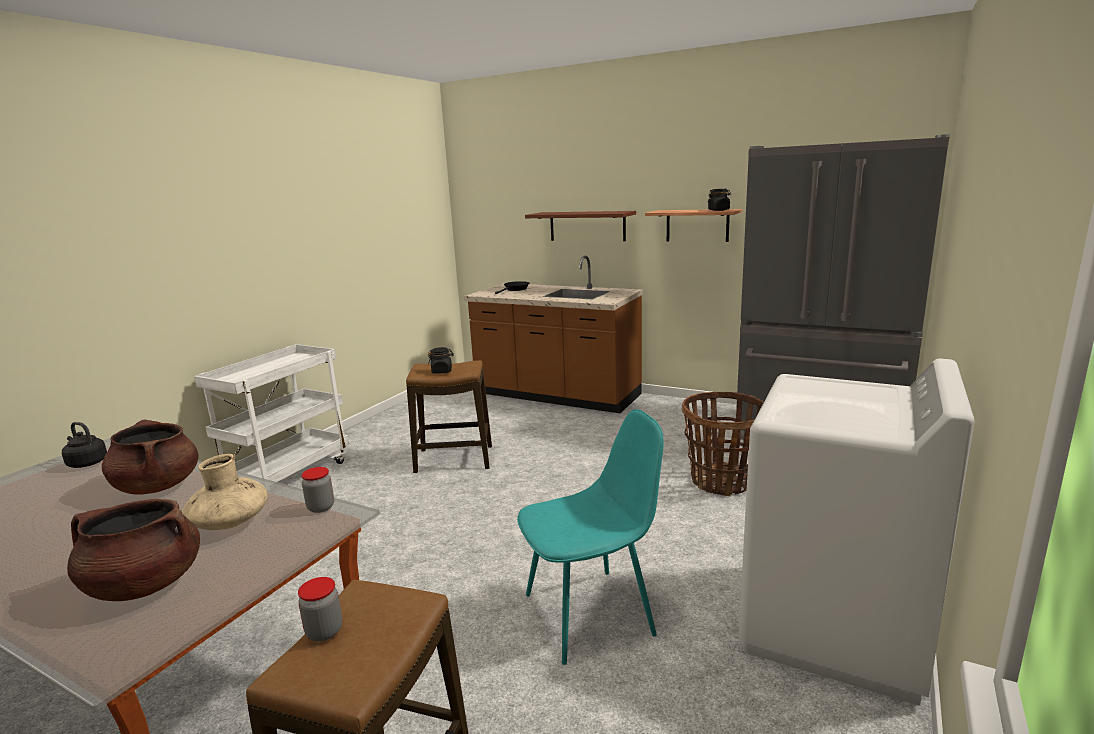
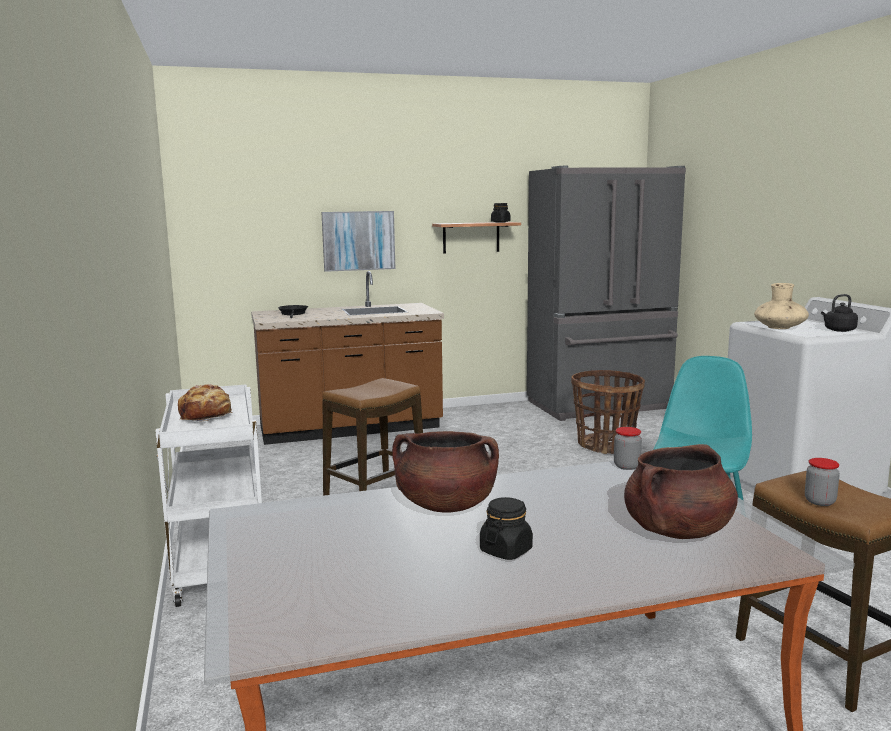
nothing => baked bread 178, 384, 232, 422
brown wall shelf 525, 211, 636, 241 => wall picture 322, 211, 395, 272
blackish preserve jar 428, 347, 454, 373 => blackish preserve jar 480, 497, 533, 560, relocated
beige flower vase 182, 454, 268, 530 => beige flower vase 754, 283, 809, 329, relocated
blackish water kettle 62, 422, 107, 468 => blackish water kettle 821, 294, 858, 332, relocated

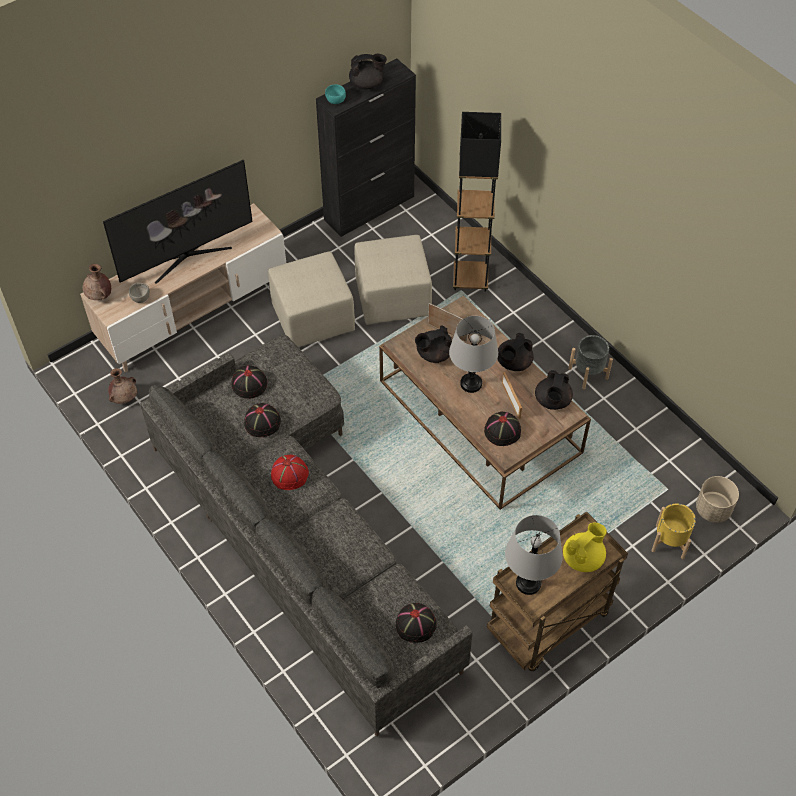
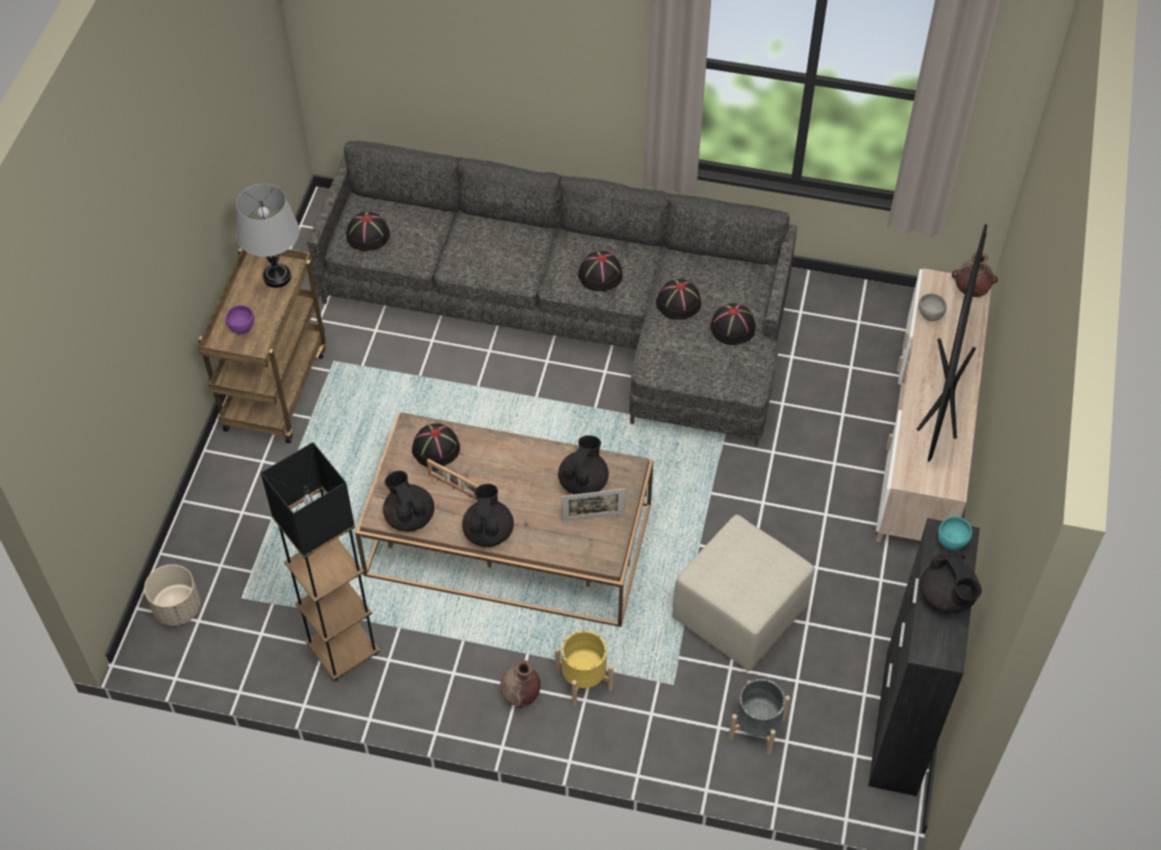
yellow-coloured teapot 563, 523, 607, 572 => purple-coloured bowl 226, 305, 254, 334
blackish standard lamp 453, 112, 501, 292 => blackish standard lamp 261, 442, 380, 681, relocated
brown flower vase 108, 368, 137, 404 => brown flower vase 500, 660, 541, 708, relocated
yellow-coloured plant pot 651, 503, 696, 559 => yellow-coloured plant pot 555, 630, 613, 706, relocated
red wearable hat 271, 454, 309, 490 => blackish wearable hat 578, 251, 623, 291
greyish plant pot 568, 335, 613, 389 => greyish plant pot 729, 679, 790, 755, relocated
blackish teapot 349, 54, 387, 90 => blackish teapot 920, 551, 982, 613, 60 degrees counterclockwise
beige ottoman 268, 252, 355, 347 => nothing
greyish table lamp 449, 316, 498, 393 => nothing

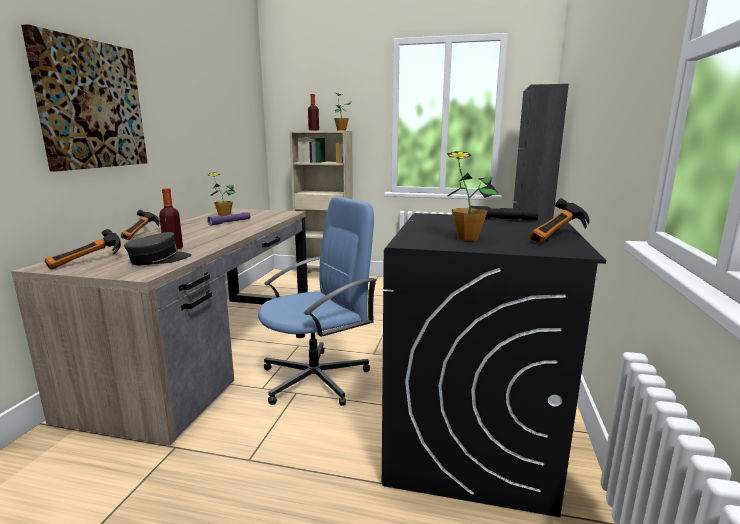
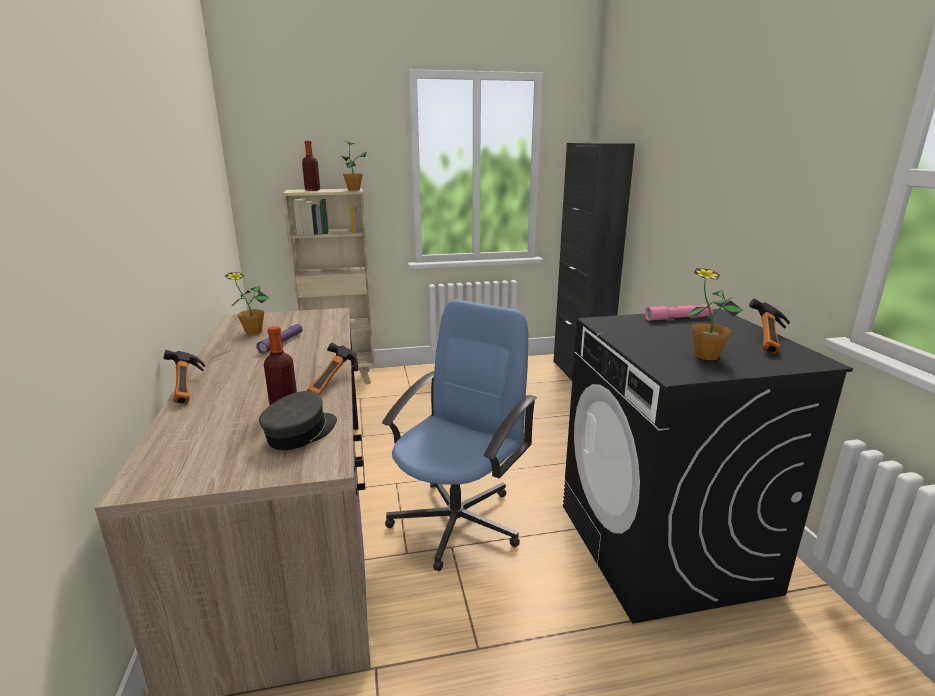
tool hammer 45, 229, 121, 270 => tool hammer 307, 342, 358, 395, relocated
blackish torch 471, 206, 539, 220 => pink torch 645, 304, 713, 321
wall picture 21, 24, 148, 171 => nothing

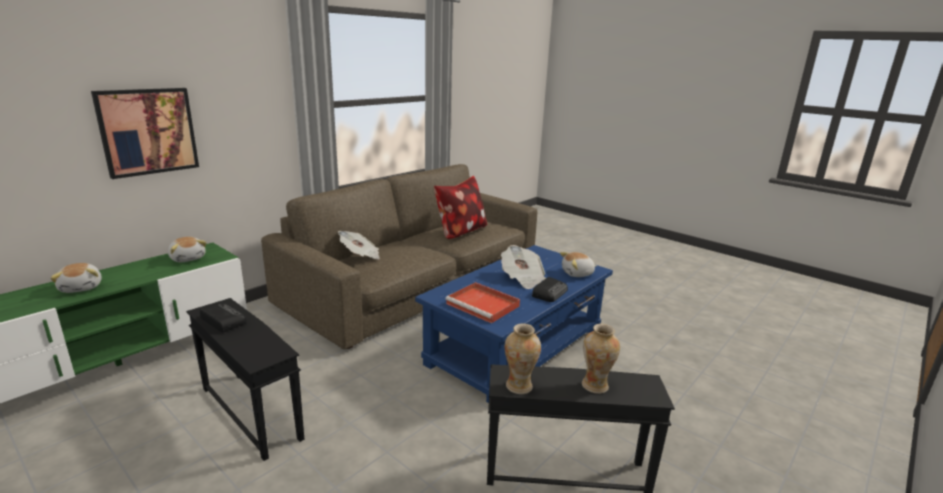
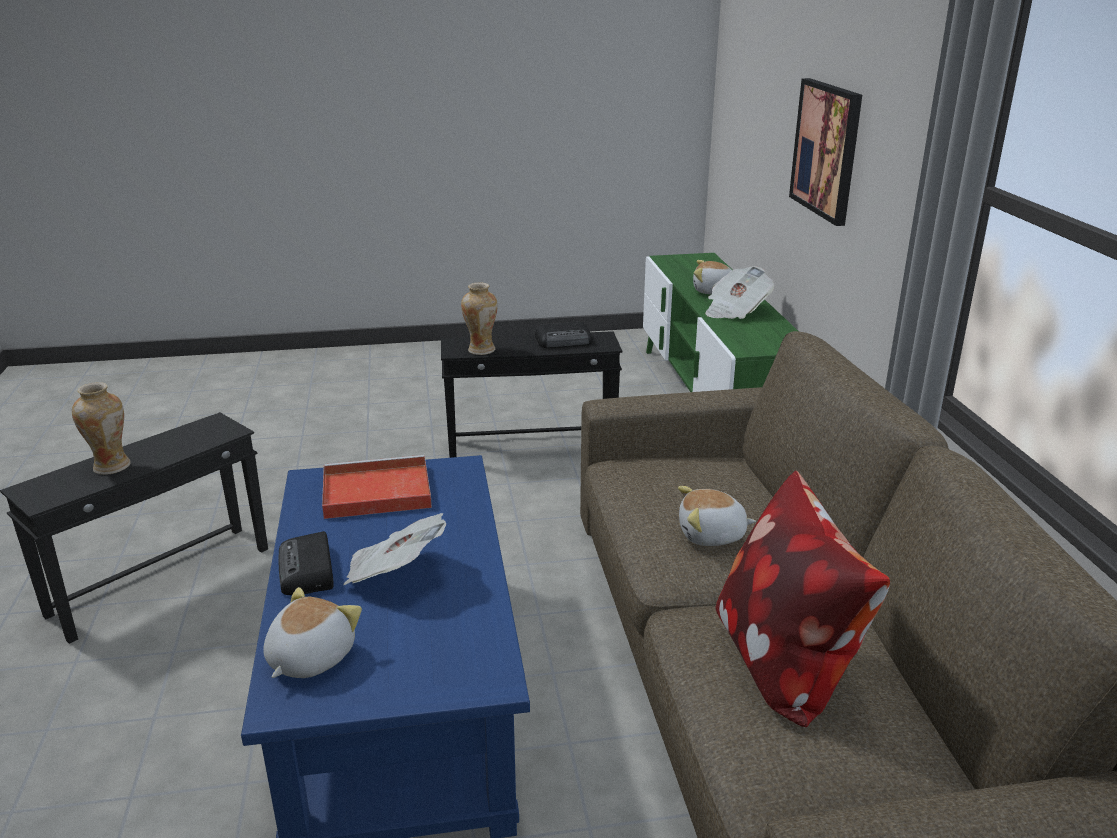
flower vase 505, 324, 541, 394 => flower vase 461, 282, 498, 355, relocated
soft toy 168, 237, 207, 262 => soft toy 678, 486, 756, 546, relocated
daily paper 338, 231, 380, 260 => daily paper 705, 266, 774, 319, relocated

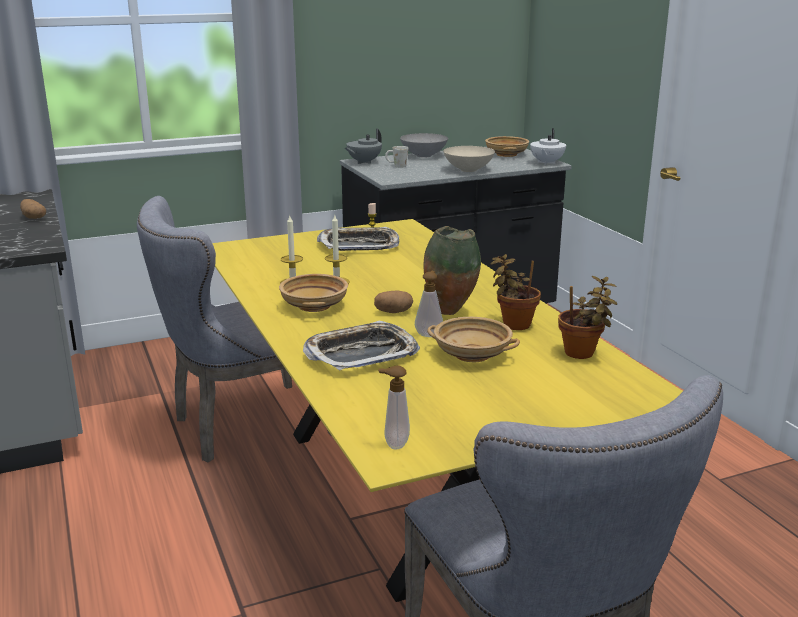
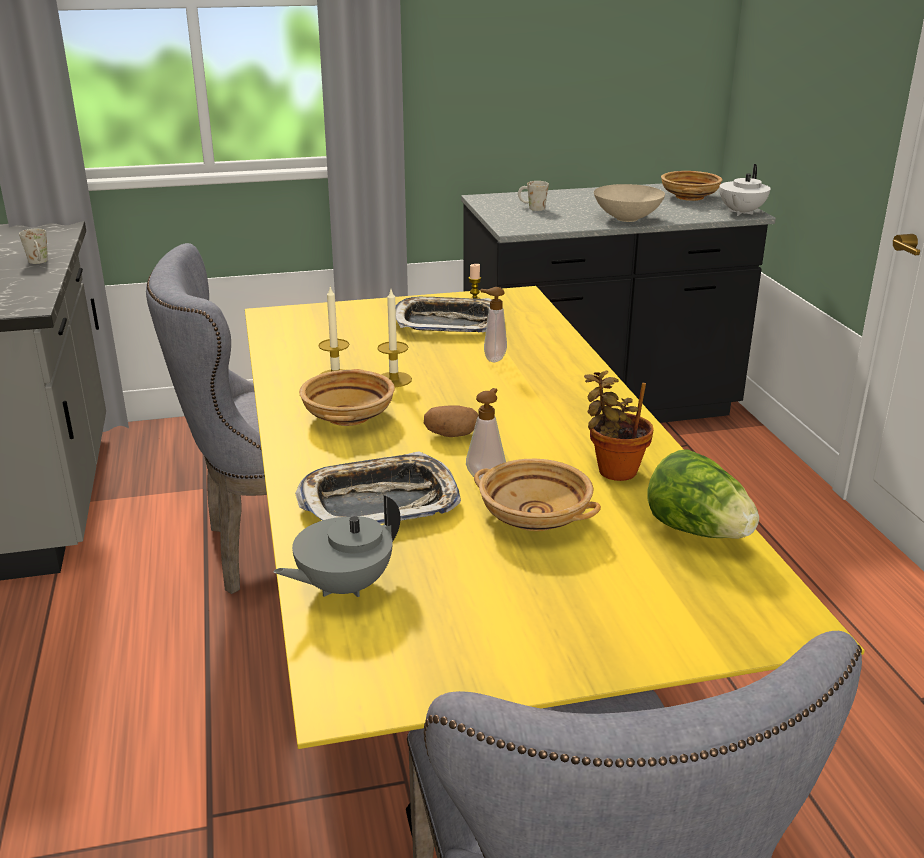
whole potato 20, 199, 46, 219 => whitish mug 19, 228, 48, 264
greyish teapot 345, 128, 382, 164 => greyish teapot 274, 495, 400, 597, relocated
liquid soap bottle 378, 365, 410, 450 => liquid soap bottle 480, 287, 507, 362, relocated
potted plant 558, 276, 617, 359 => head of lettuce 647, 449, 759, 539
greyish bowl 400, 133, 448, 158 => nothing
flower vase 424, 226, 481, 315 => nothing

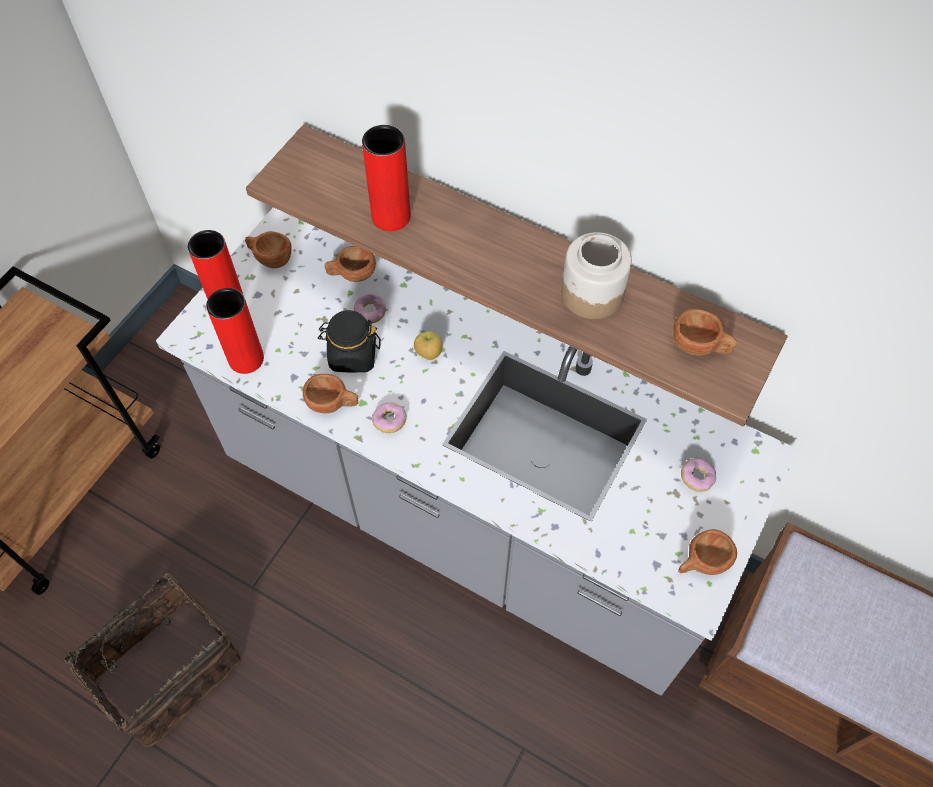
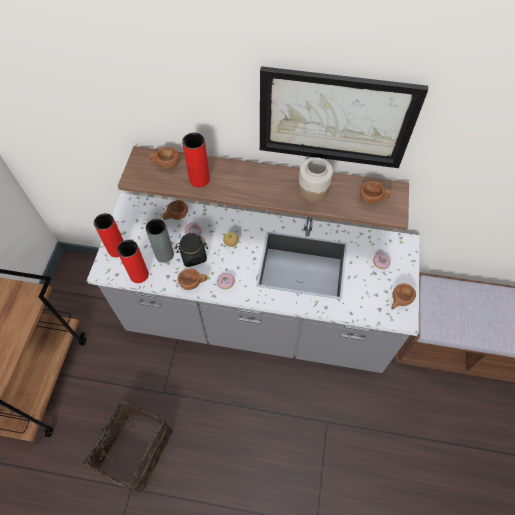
nothing => greyish flower vase 146, 219, 174, 263
brown cup 245, 231, 291, 268 => brown cup 149, 147, 179, 169, relocated
nothing => wall picture 260, 66, 428, 168

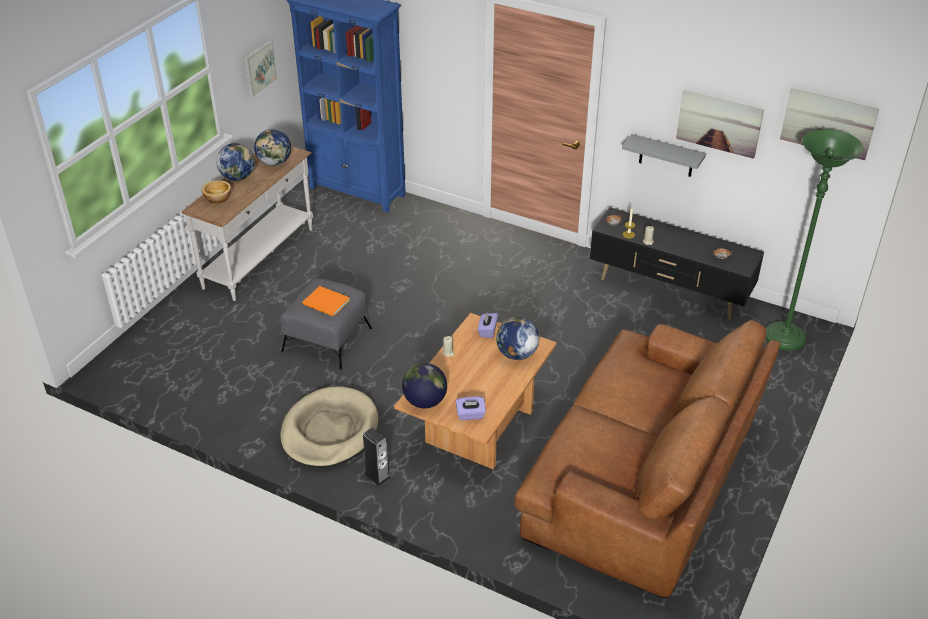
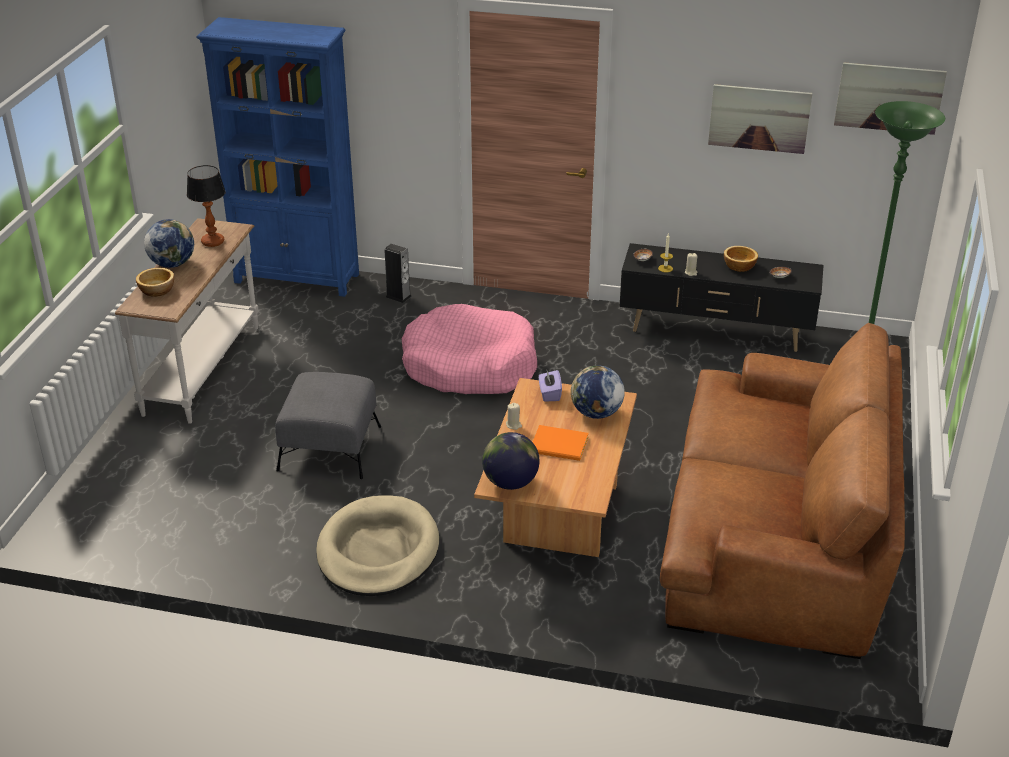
globe 254, 129, 291, 166 => table lamp 187, 165, 226, 247
loudspeaker 363, 428, 390, 486 => loudspeaker 384, 244, 412, 303, relocated
nothing => pink pet bed 402, 304, 537, 394
orange volume 302, 286, 350, 317 => orange volume 533, 425, 589, 461, relocated
nothing => bowl 724, 246, 758, 272
wall picture 243, 40, 277, 97 => nothing
purple-coloured box of tissues 456, 397, 486, 420 => nothing
greyish wall shelf 622, 134, 706, 177 => nothing

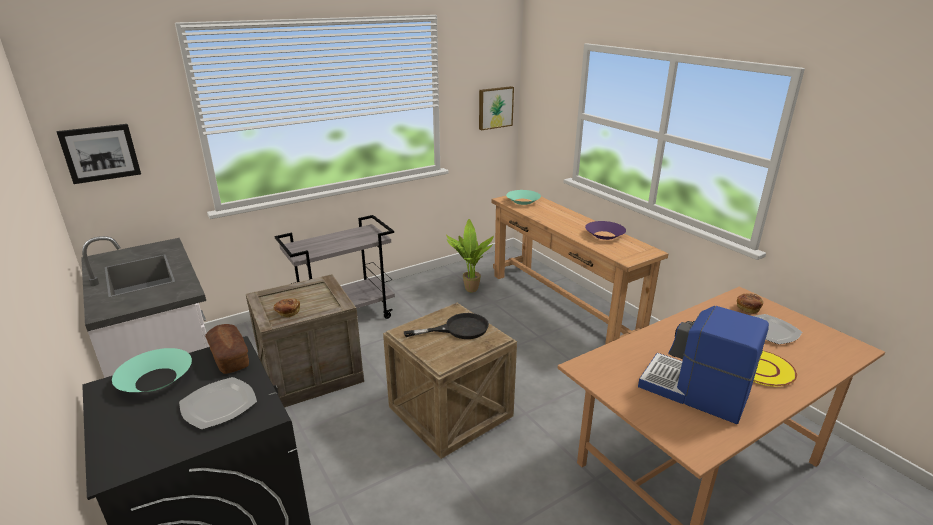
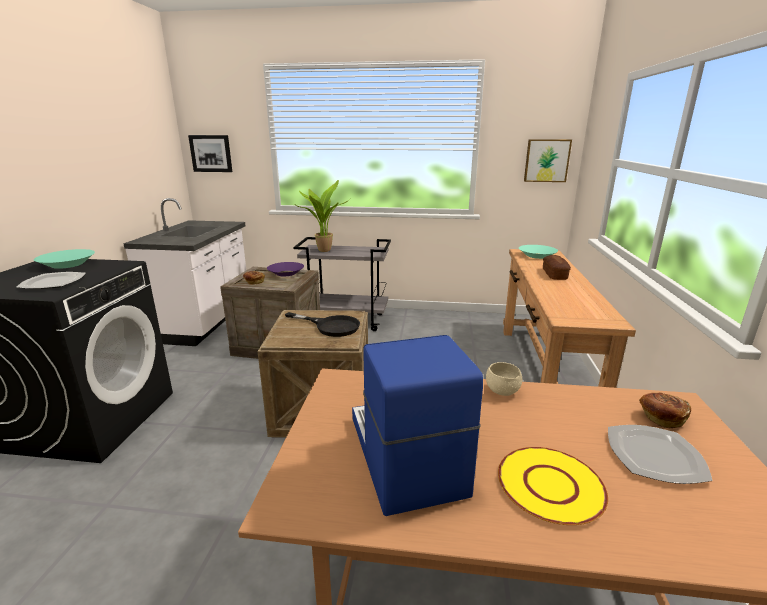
purple-coloured bowl 585, 221, 626, 240 => purple-coloured bowl 267, 262, 304, 276, relocated
potted plant 446, 219, 494, 293 => potted plant 294, 180, 349, 252, relocated
nothing => beige bowl 486, 362, 522, 396
baked bread 205, 324, 249, 374 => baked bread 543, 255, 571, 280, relocated

